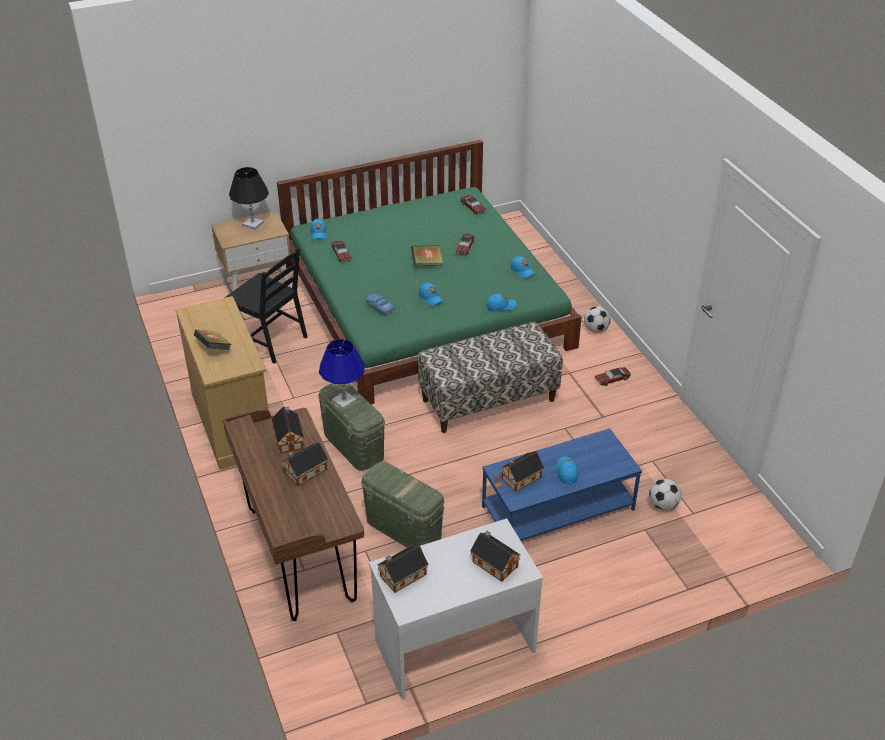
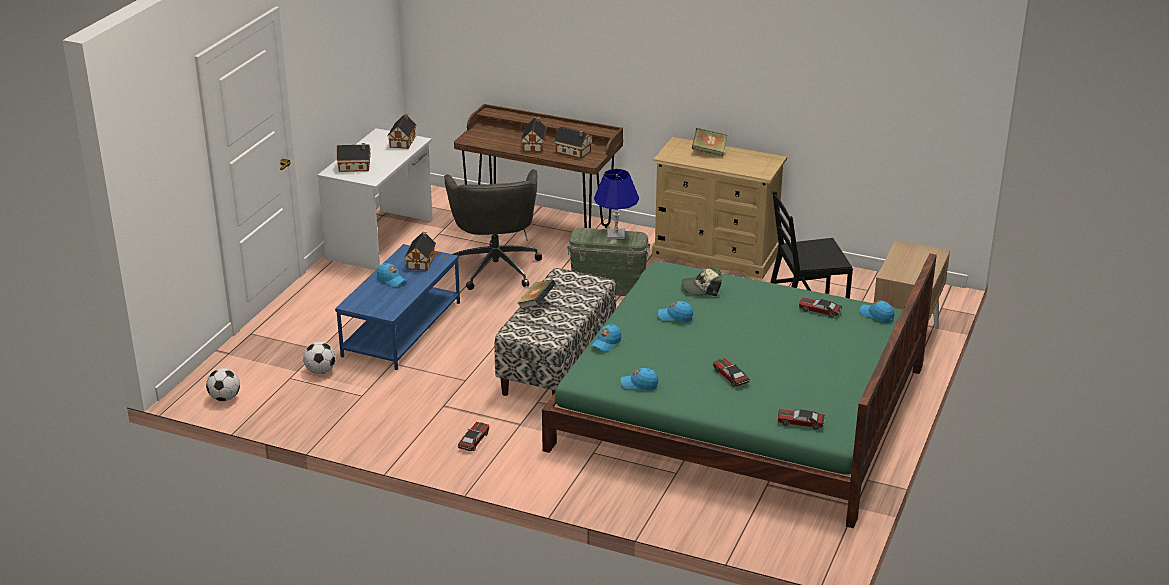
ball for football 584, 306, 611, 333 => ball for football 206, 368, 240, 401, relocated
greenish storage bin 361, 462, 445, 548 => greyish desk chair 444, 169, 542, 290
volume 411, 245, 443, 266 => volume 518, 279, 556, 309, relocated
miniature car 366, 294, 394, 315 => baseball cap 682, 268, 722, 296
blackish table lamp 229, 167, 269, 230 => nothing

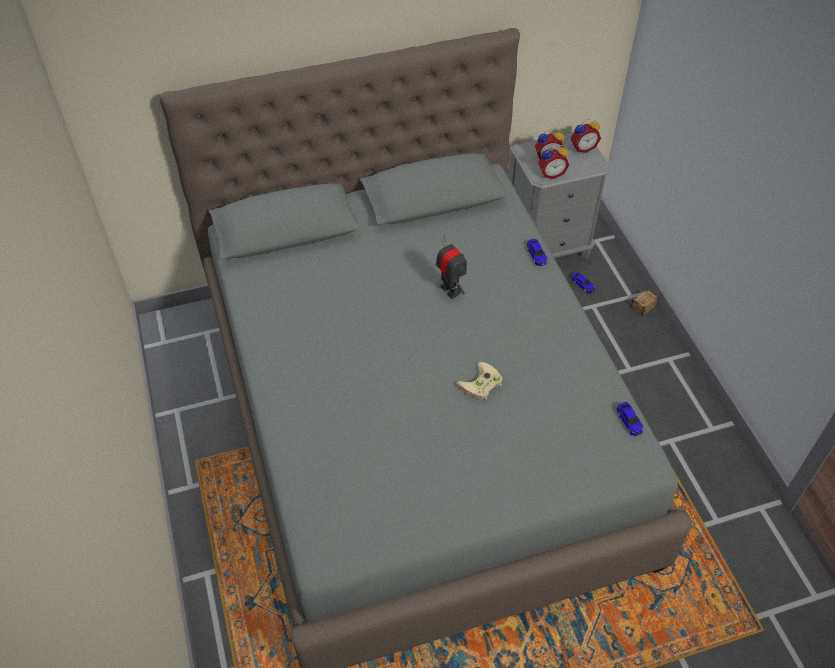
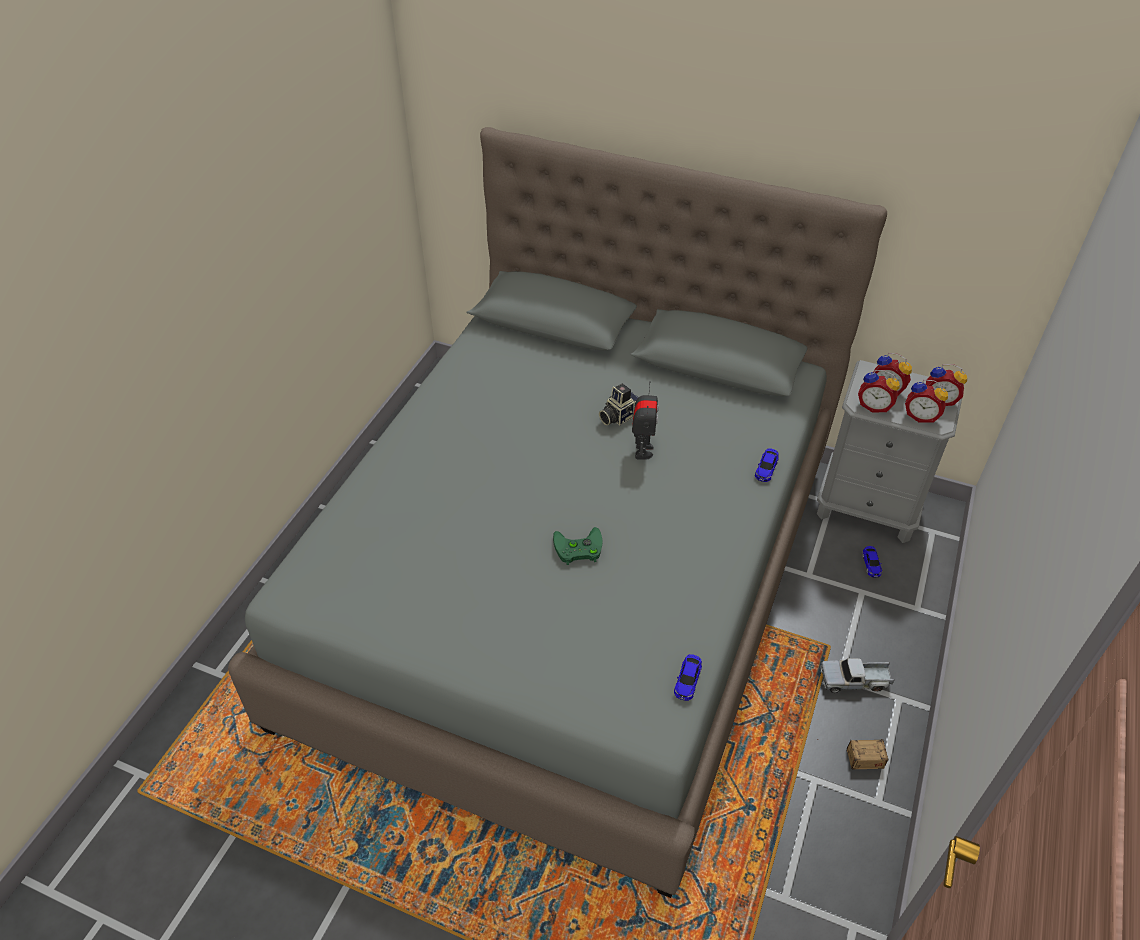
beige joypad 456, 362, 502, 400 => greenish joypad 553, 527, 602, 565
nothing => photo camera 599, 383, 639, 426
storage bin 631, 289, 659, 316 => storage bin 817, 739, 889, 769, relocated
nothing => model truck 820, 658, 894, 693
nothing => bedside clock 905, 380, 948, 423

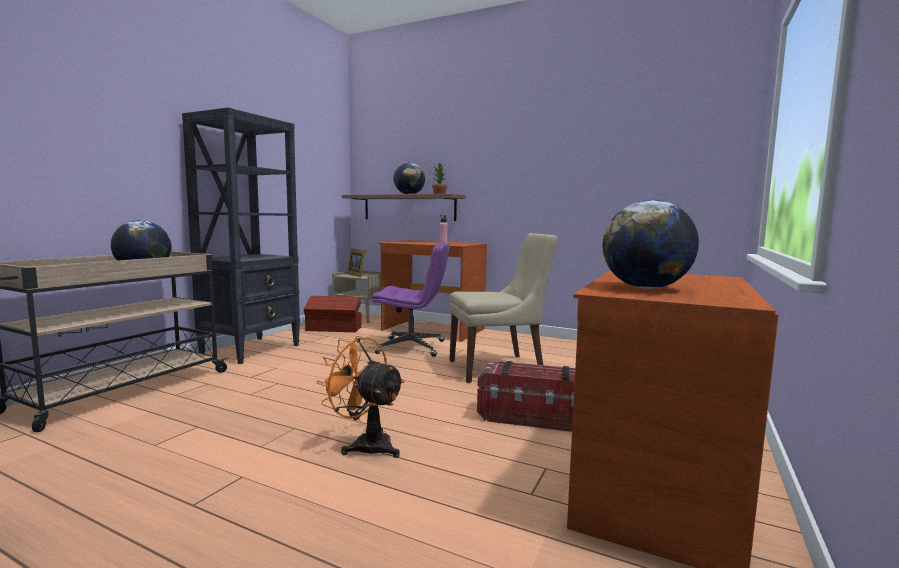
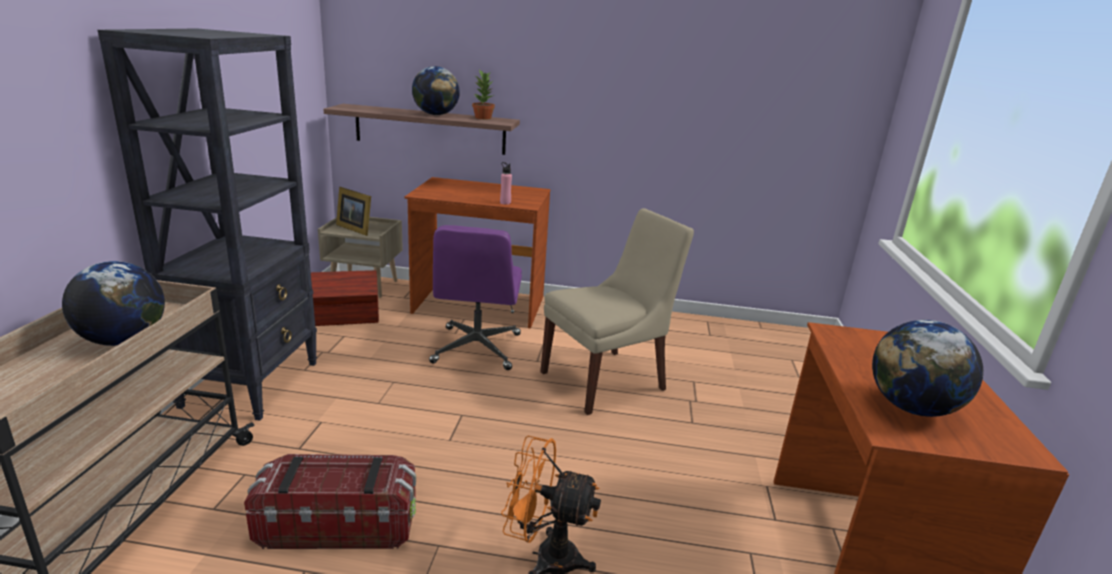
storage bin 477, 361, 575, 432 => storage bin 244, 454, 416, 549, relocated
purple-coloured desk chair 372, 242, 450, 357 => purple-coloured desk chair 429, 225, 522, 370, 105 degrees clockwise

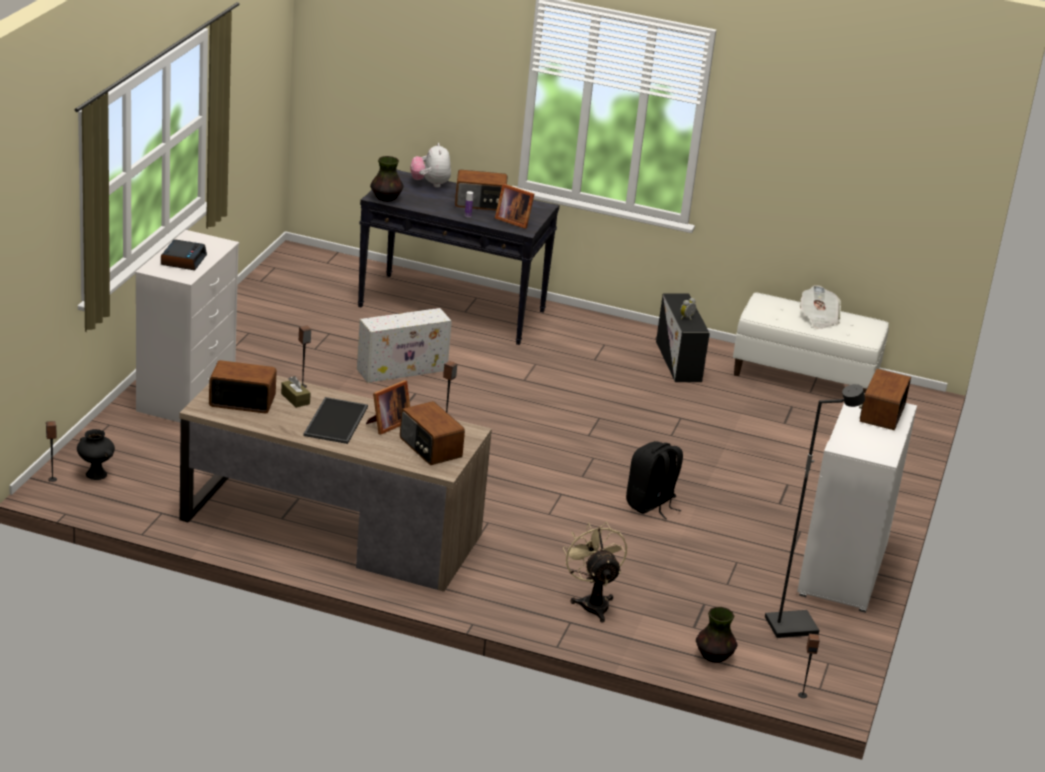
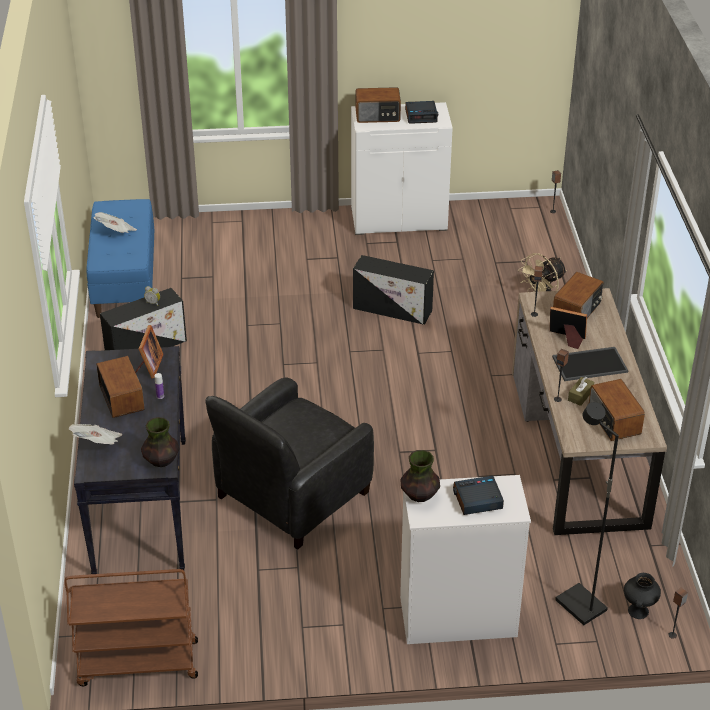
nothing => brown trolley 65, 569, 198, 686
soft toy 411, 143, 451, 188 => daily paper 69, 424, 122, 445
whitish long seat 733, 292, 889, 393 => blue long seat 86, 199, 154, 318
whitish storage bin 357, 308, 452, 383 => blackish armchair 205, 378, 374, 550
blackish rucksack 626, 441, 683, 519 => blackish storage bin 353, 255, 434, 325
flower vase 696, 607, 738, 663 => flower vase 400, 450, 440, 502, relocated
nothing => bedside clock 405, 101, 438, 124
blackish standard lamp 765, 384, 865, 638 => blackish standard lamp 555, 402, 619, 625, relocated

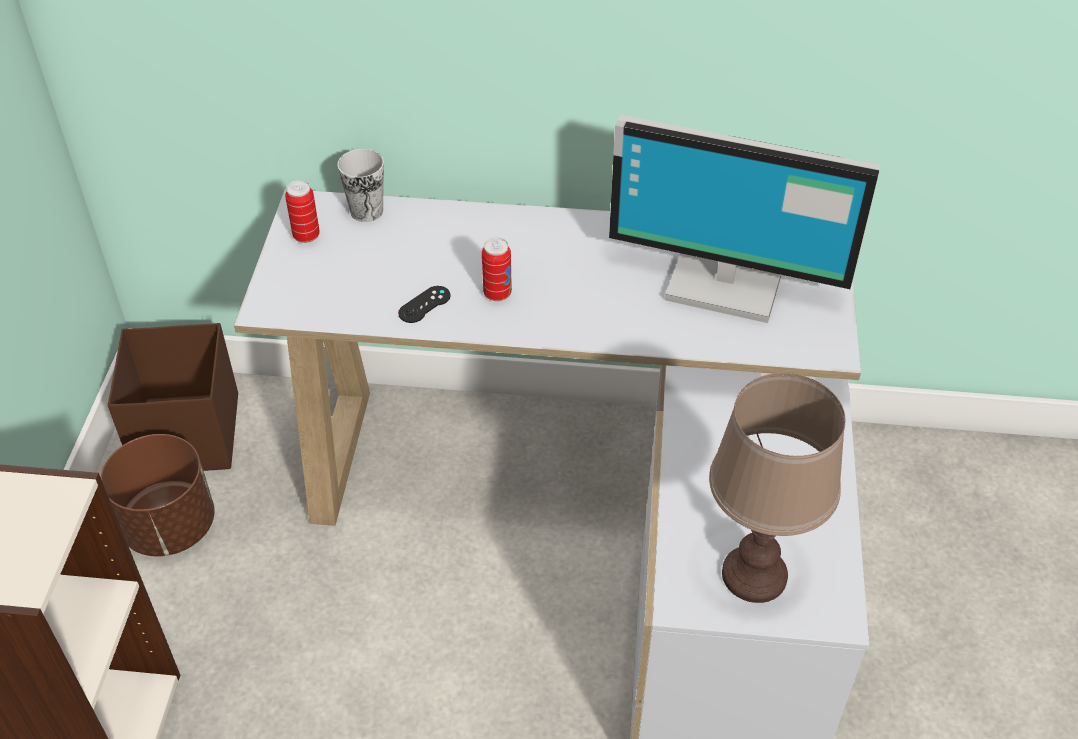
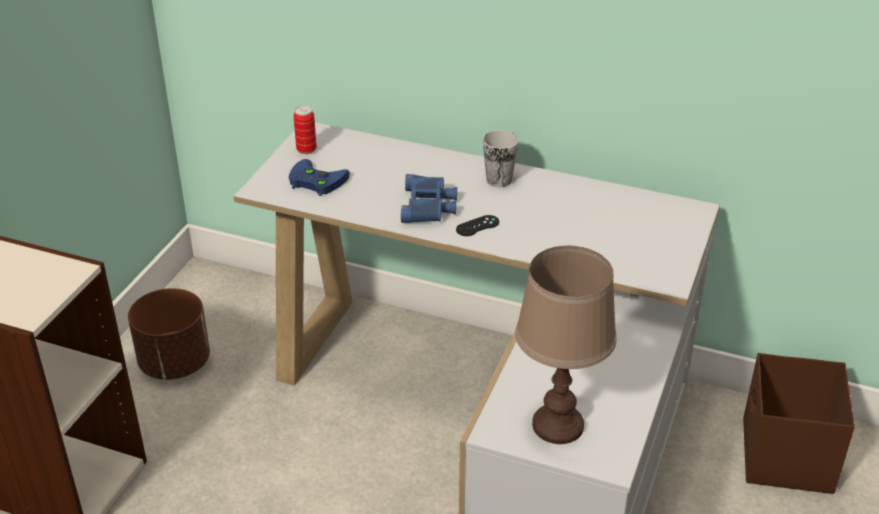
nothing => blue joypad 289, 159, 350, 196
can 482, 237, 512, 301 => blue pair of binoculars 401, 174, 457, 223
blackish joypad 398, 286, 451, 323 => blackish joypad 456, 215, 499, 236, relocated
cup 338, 149, 384, 222 => cup 483, 130, 519, 187, relocated
brown storage bin 108, 323, 238, 471 => brown storage bin 743, 353, 855, 494, relocated
computer display 609, 115, 881, 323 => nothing

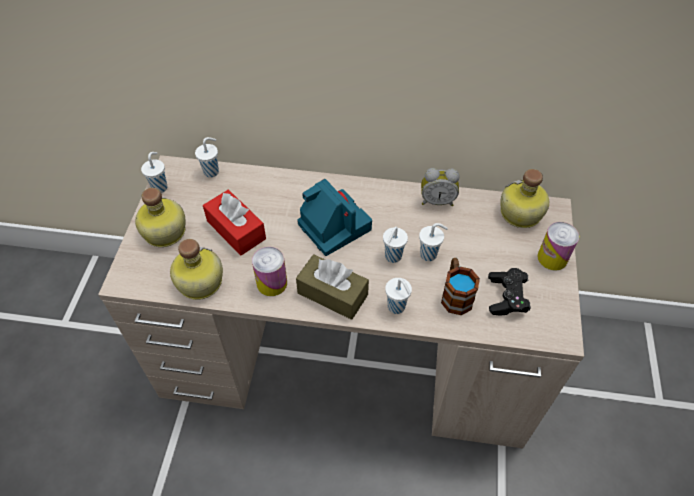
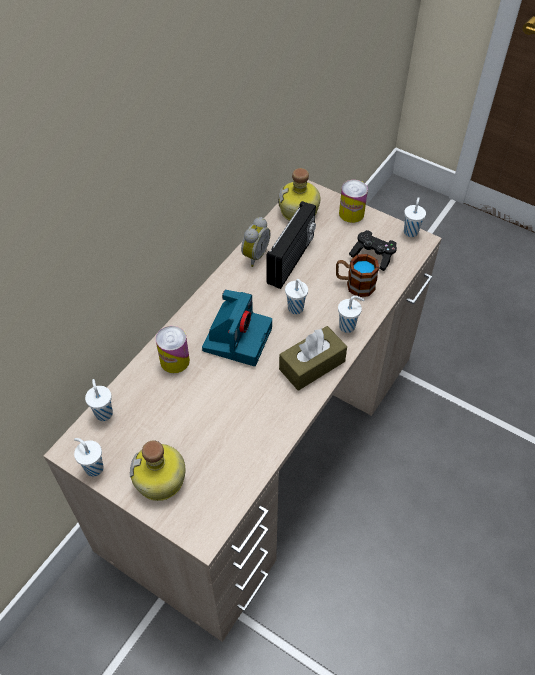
can 252, 247, 287, 296 => can 156, 326, 190, 373, relocated
photo camera 297, 179, 372, 256 => photo camera 202, 290, 272, 366, 120 degrees clockwise
nothing => radio 267, 201, 316, 289
whitish cup 419, 223, 448, 261 => whitish cup 404, 197, 426, 237, relocated
bottle 170, 239, 223, 300 => nothing
red box of tissues 203, 190, 266, 256 => nothing

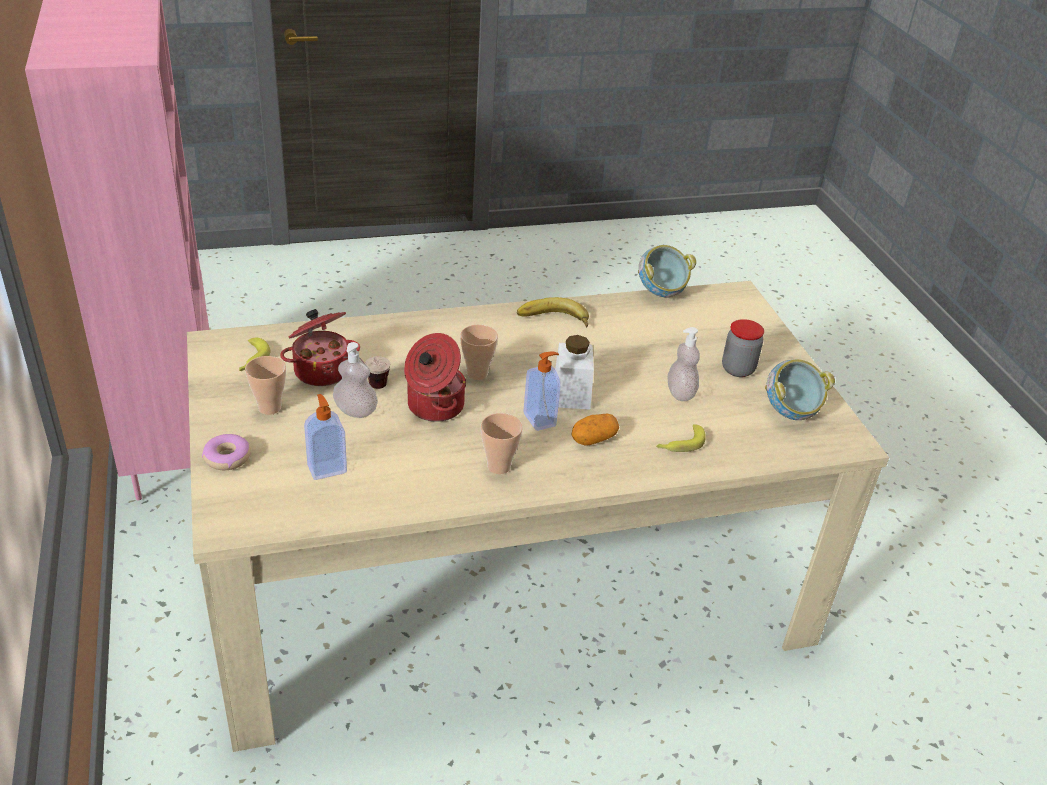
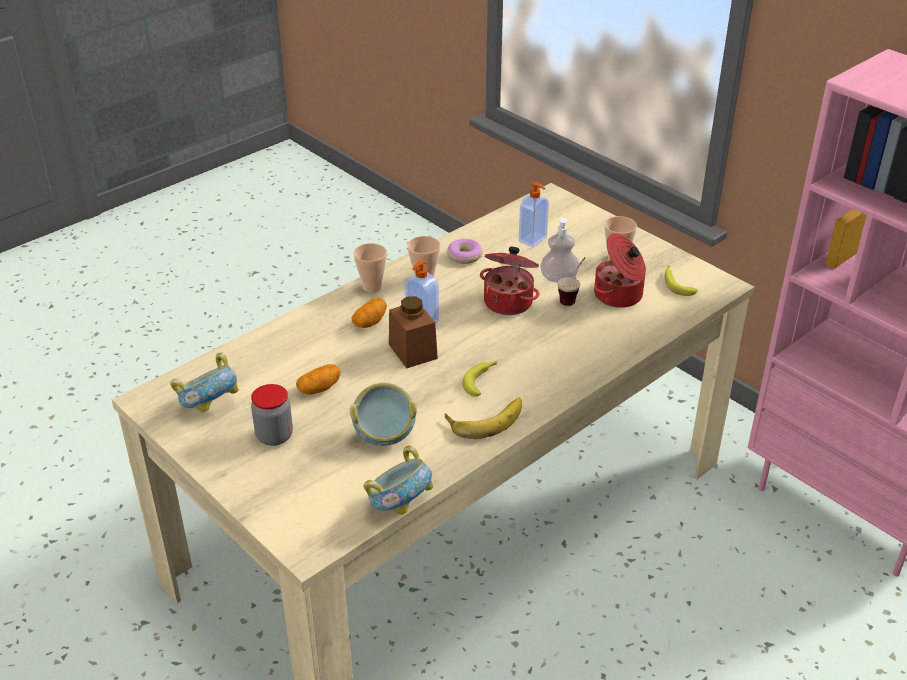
liquid soap bottle 668, 327, 700, 401 => whole potato 296, 364, 340, 395
nothing => bowl 350, 383, 417, 446
cup 460, 325, 498, 380 => cup 354, 243, 387, 293, relocated
whitish preserve jar 555, 335, 594, 409 => brown preserve jar 389, 296, 438, 369
donut 202, 434, 251, 470 => donut 447, 239, 483, 264, relocated
banana fruit 656, 424, 706, 452 => banana fruit 462, 360, 497, 397, relocated

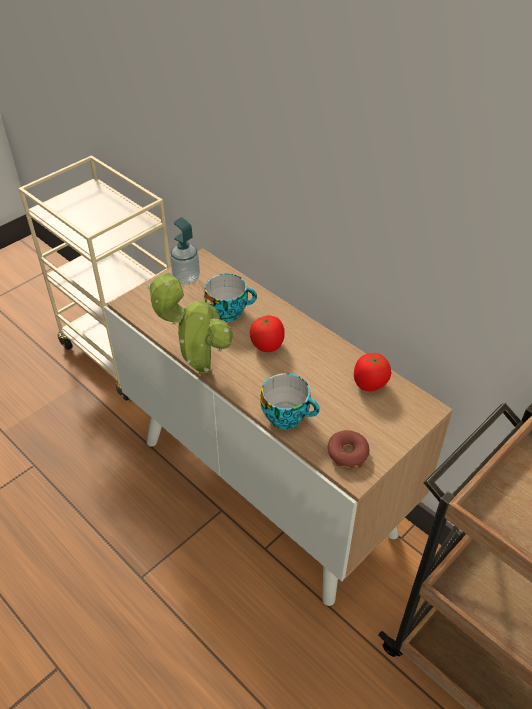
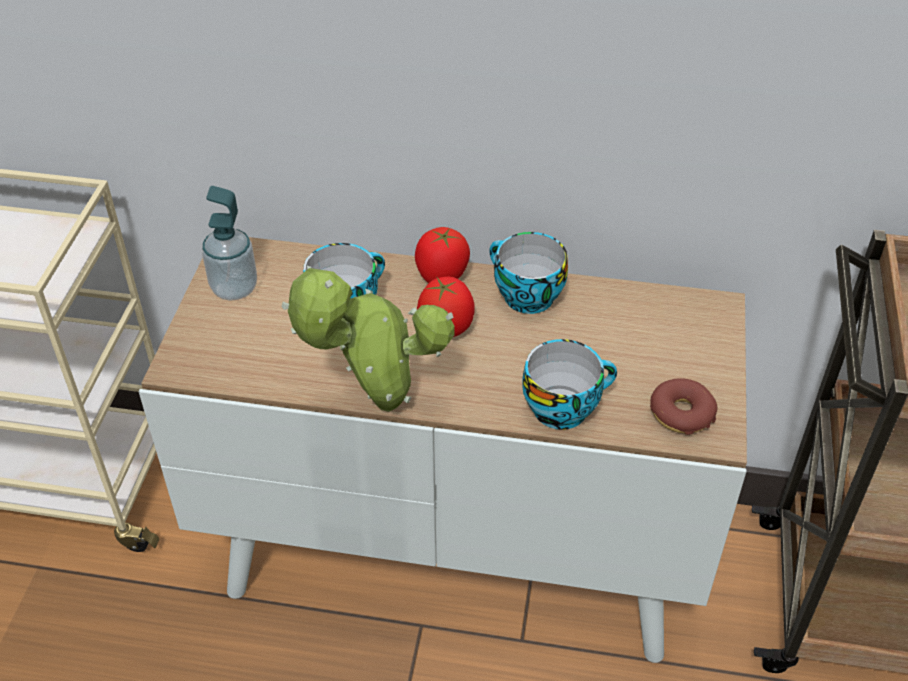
fresh tomato 354, 353, 391, 391 => fresh tomato 415, 227, 470, 283, relocated
nothing => cup 489, 232, 568, 314

